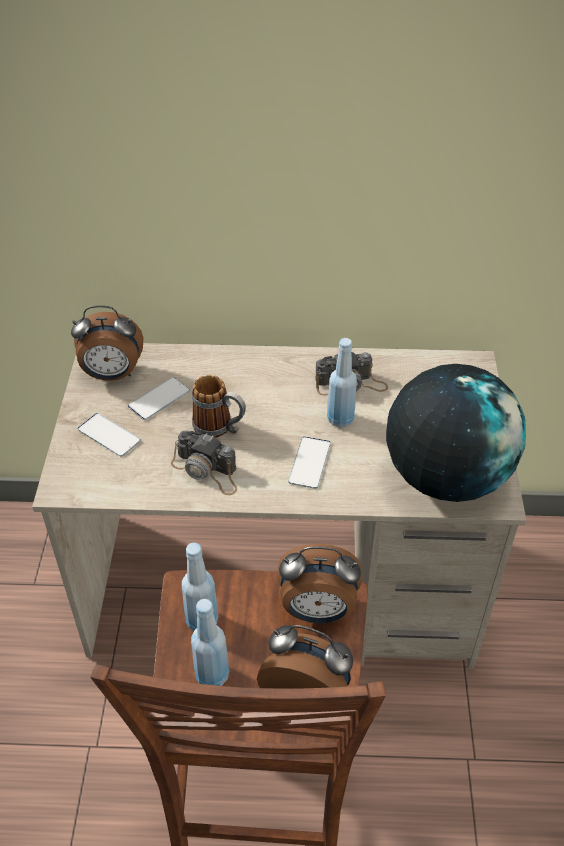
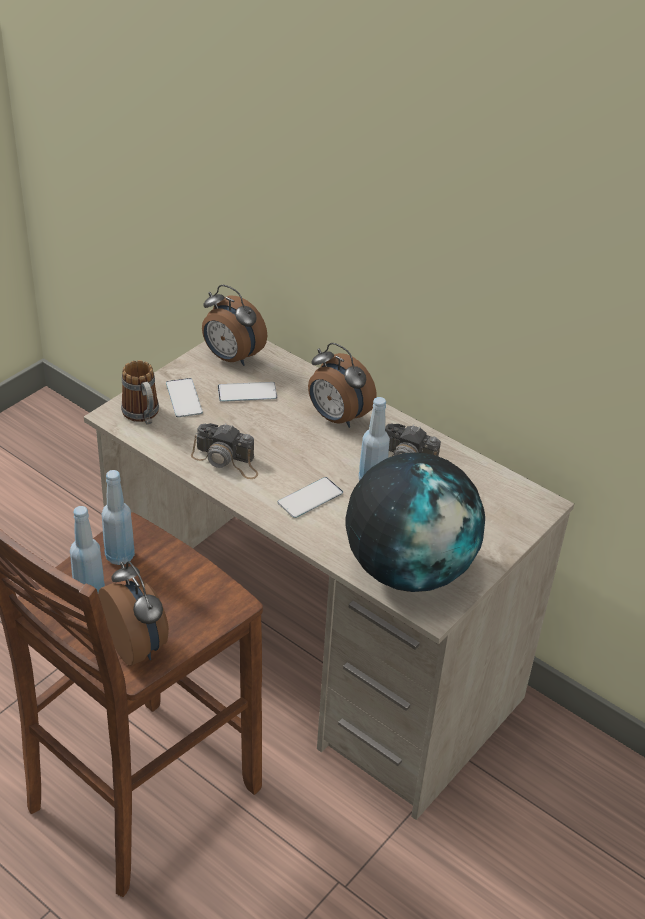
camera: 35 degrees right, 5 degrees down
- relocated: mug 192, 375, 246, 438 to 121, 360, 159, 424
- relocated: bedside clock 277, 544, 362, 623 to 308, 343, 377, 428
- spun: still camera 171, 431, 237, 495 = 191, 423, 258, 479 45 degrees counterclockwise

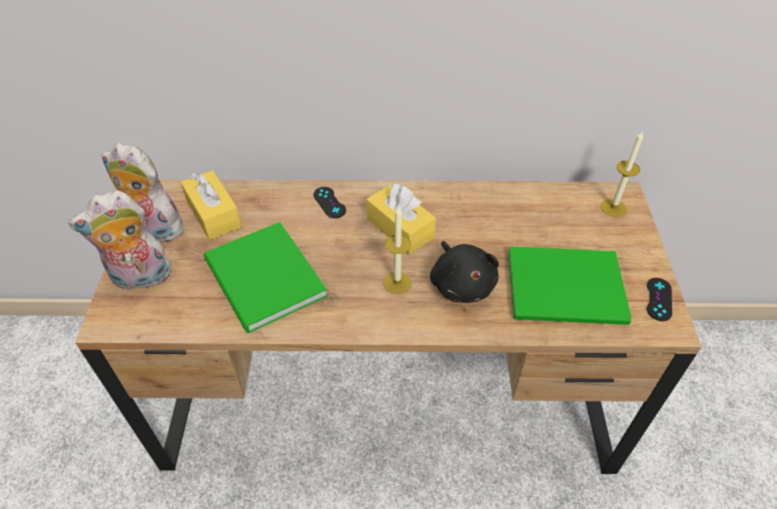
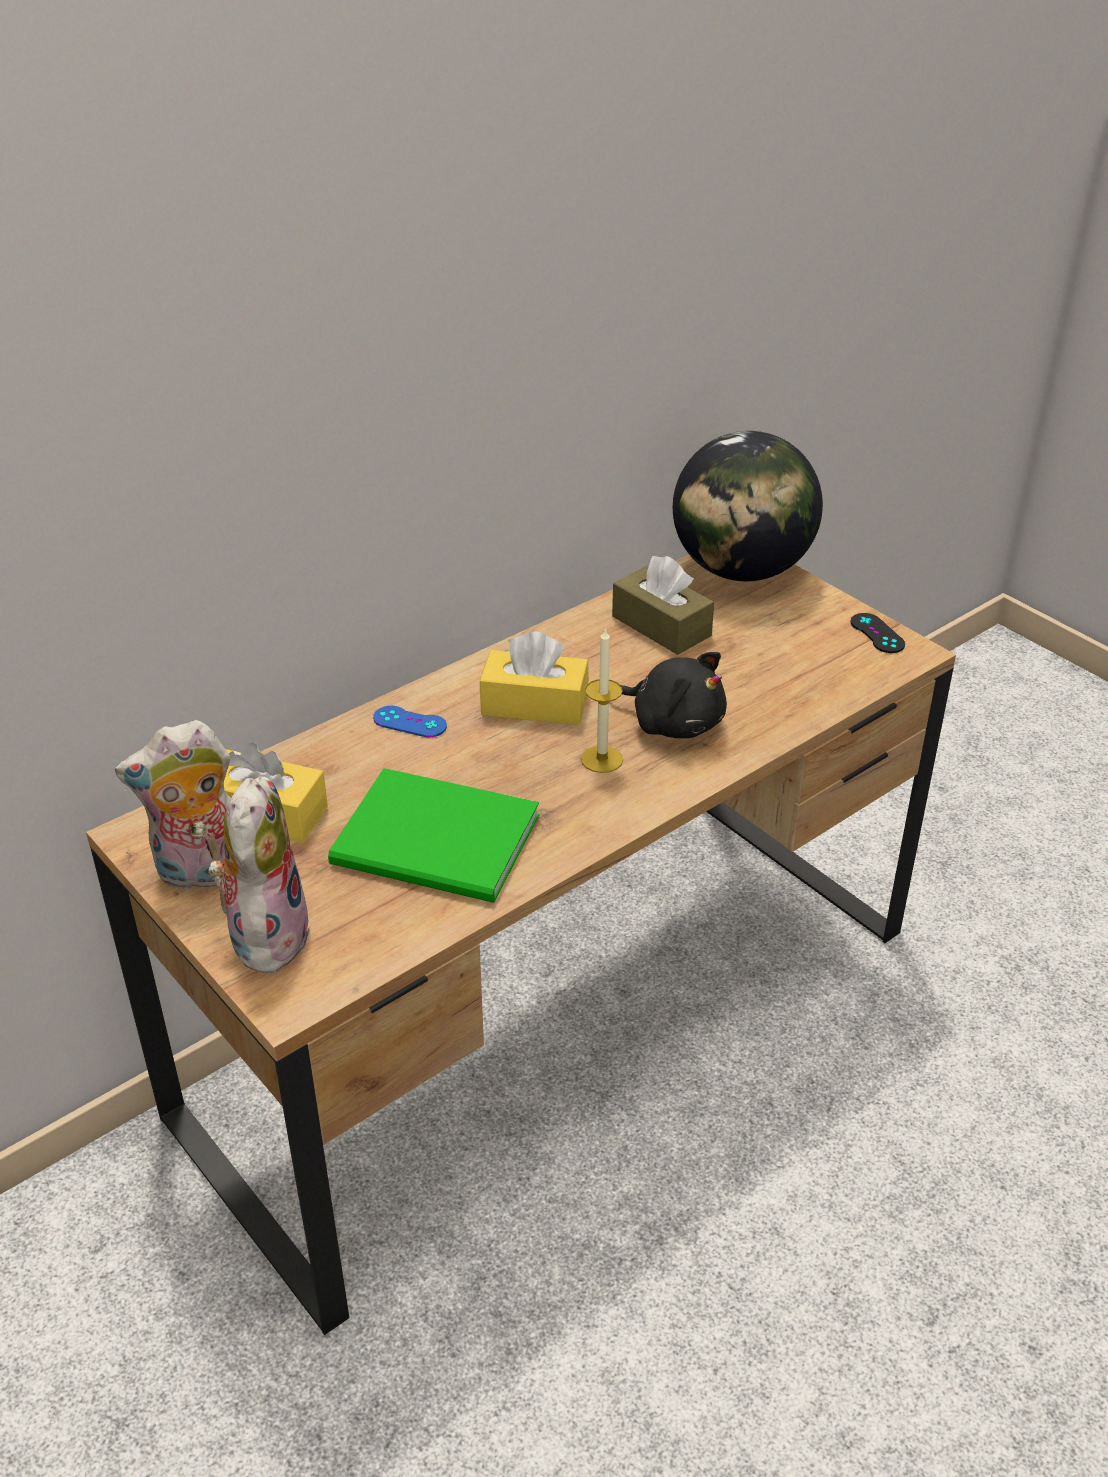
camera: 40 degrees left, 10 degrees down
- missing: greenish book 508, 246, 631, 325
- appeared: brownish tissue box 612, 556, 714, 655
- exchanged: wax candle 601, 130, 643, 217 to globe 673, 431, 823, 581
- colour: black joypad 313, 187, 346, 218 to blue joypad 373, 706, 447, 737
- spun: plush toy 68, 190, 172, 291 = 209, 777, 310, 976 150 degrees clockwise

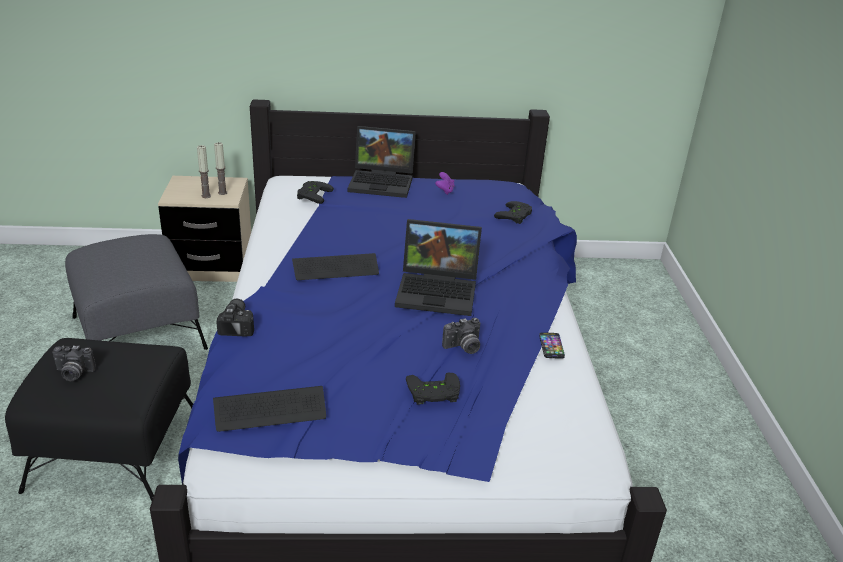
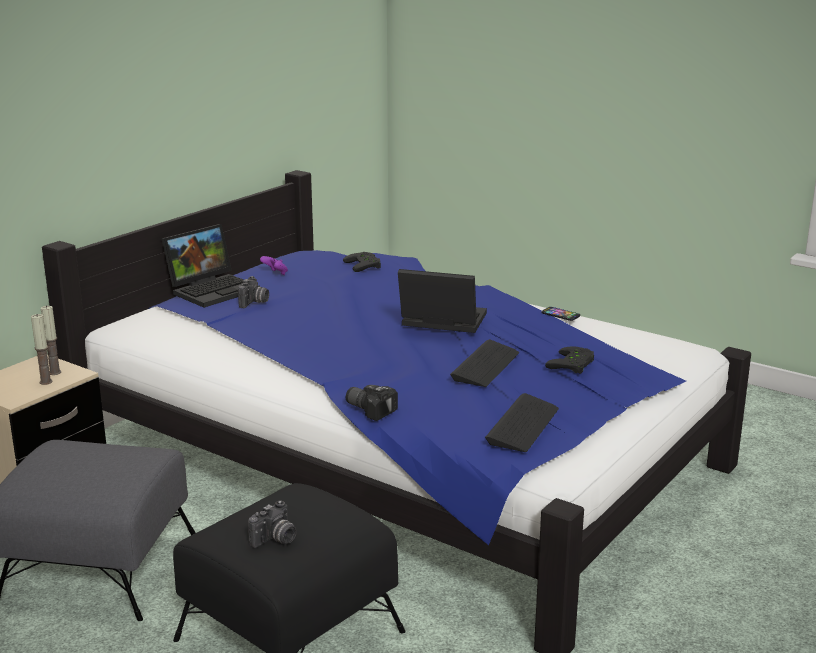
camera: 50 degrees left, 10 degrees down
- missing: black joypad 297, 181, 334, 204
- relocated: keyboard 292, 253, 379, 280 to 450, 339, 519, 387
- relocated: still camera 442, 318, 480, 354 to 238, 276, 269, 308
- spun: notebook computer 395, 219, 482, 316 = 398, 269, 487, 333 120 degrees counterclockwise

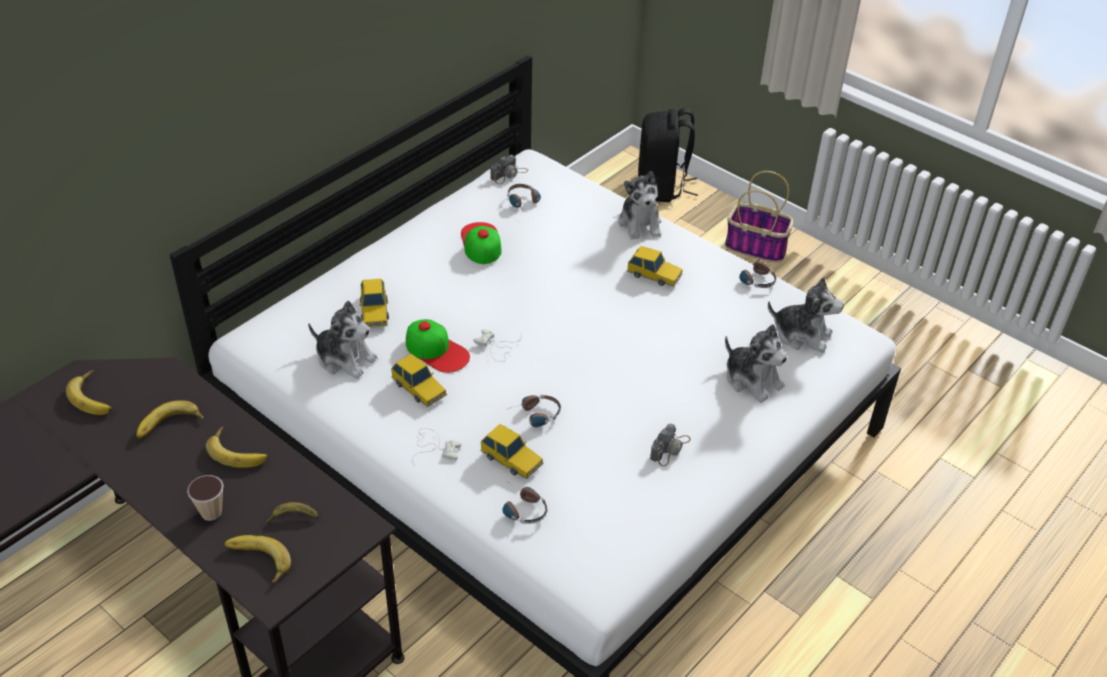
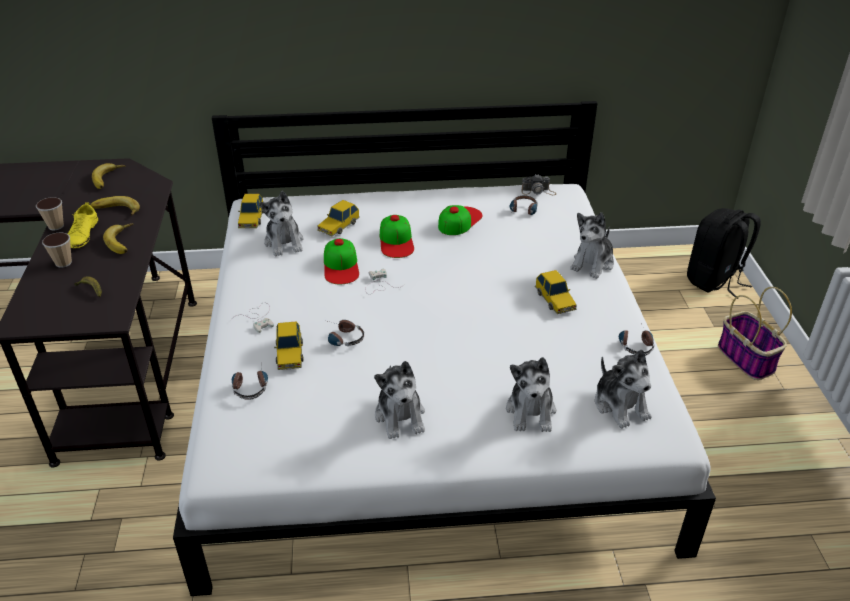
camera: 45 degrees right, 5 degrees down
- missing: whole banana 224, 535, 291, 584
- appeared: drinking cup 36, 197, 64, 230
- appeared: yellow low shoe 68, 202, 98, 248
- appeared: peaked cap 380, 215, 414, 258
- relocated: toy car 391, 354, 447, 407 to 238, 194, 264, 229
- exchanged: still camera 650, 423, 691, 466 to plush toy 374, 361, 425, 439

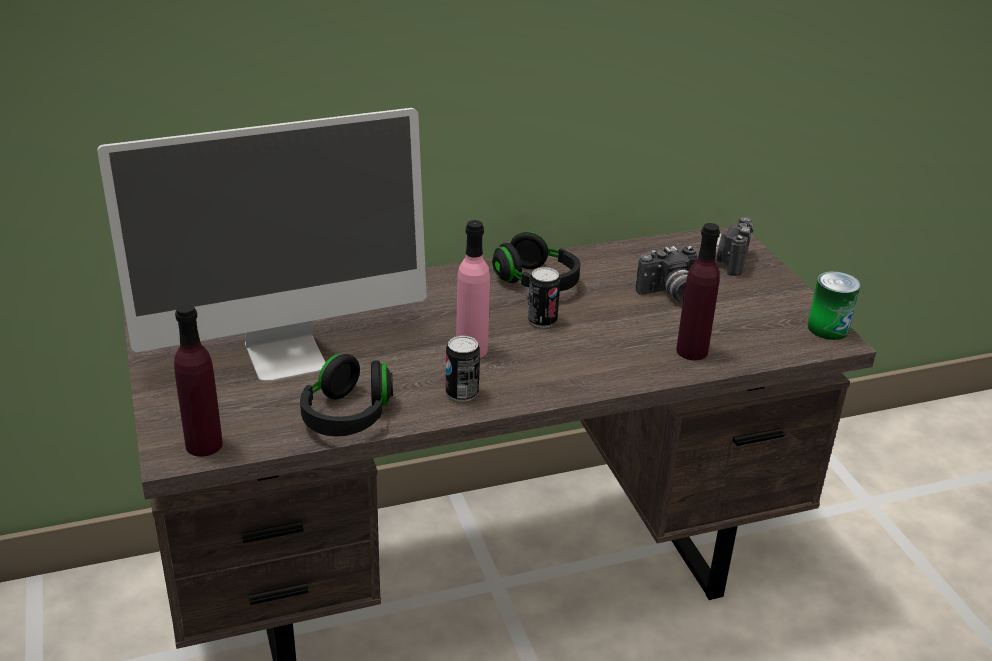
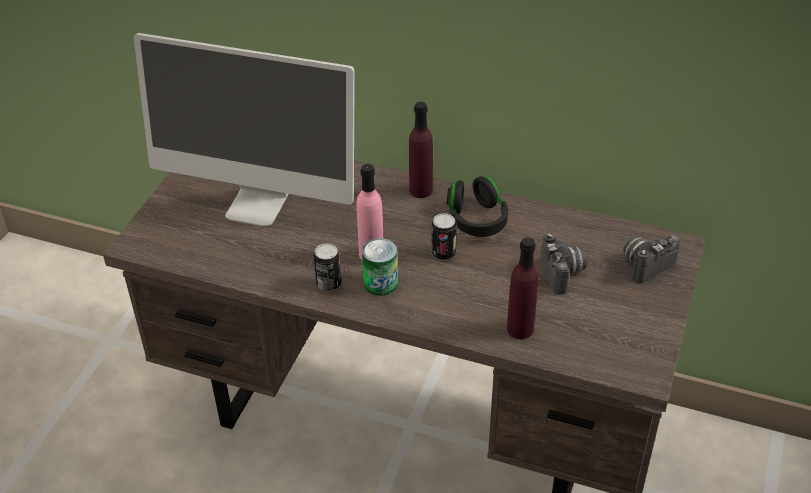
camera: 40 degrees right, 10 degrees up
- missing: black headphones 300, 354, 393, 437
- relocated: purple beverage bottle 174, 303, 223, 457 to 409, 102, 433, 198
- relocated: sealed can 808, 271, 860, 340 to 362, 238, 398, 296
- spun: still camera 636, 245, 698, 302 = 540, 233, 587, 295 120 degrees counterclockwise

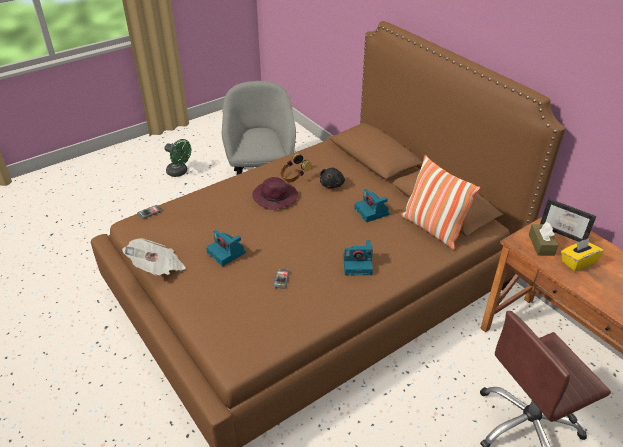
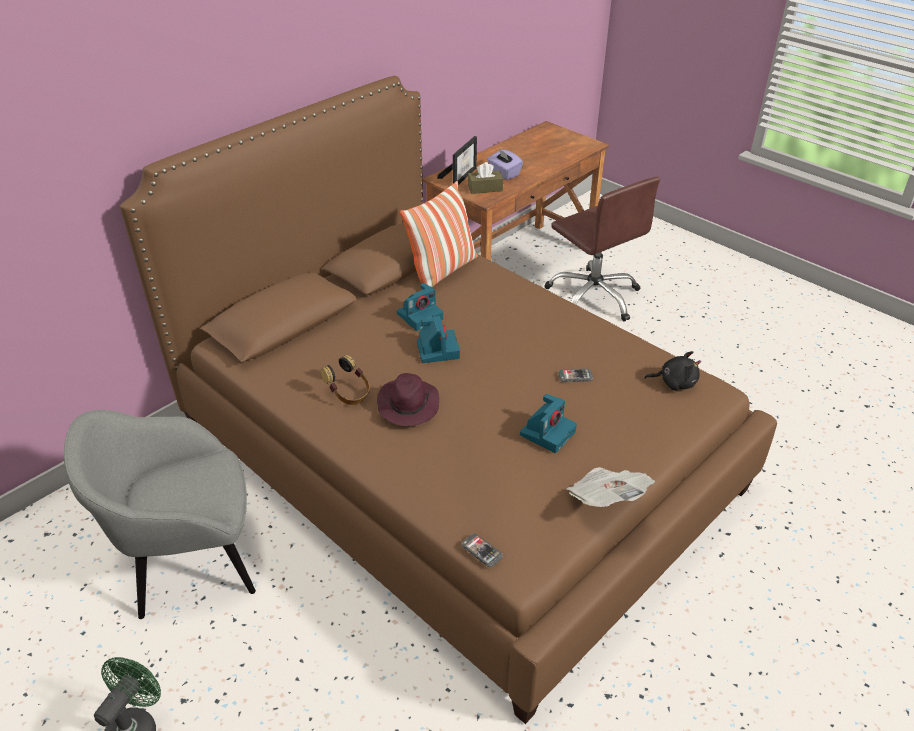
camera: 100 degrees left, 0 degrees up
- relocated: black plush toy 320, 168, 345, 188 to 644, 351, 701, 391
- relocated: still camera 343, 240, 373, 275 to 417, 316, 460, 363
- colour: yellow tissue box 561, 238, 603, 271 to purple tissue box 487, 149, 523, 180

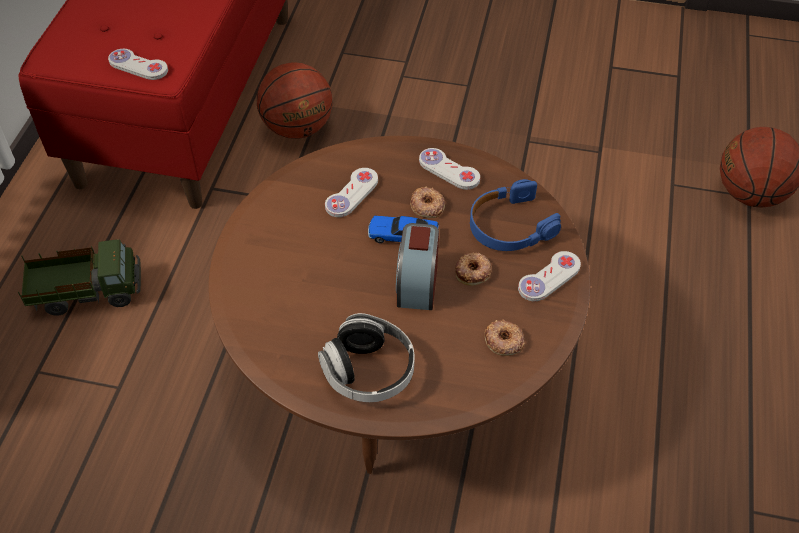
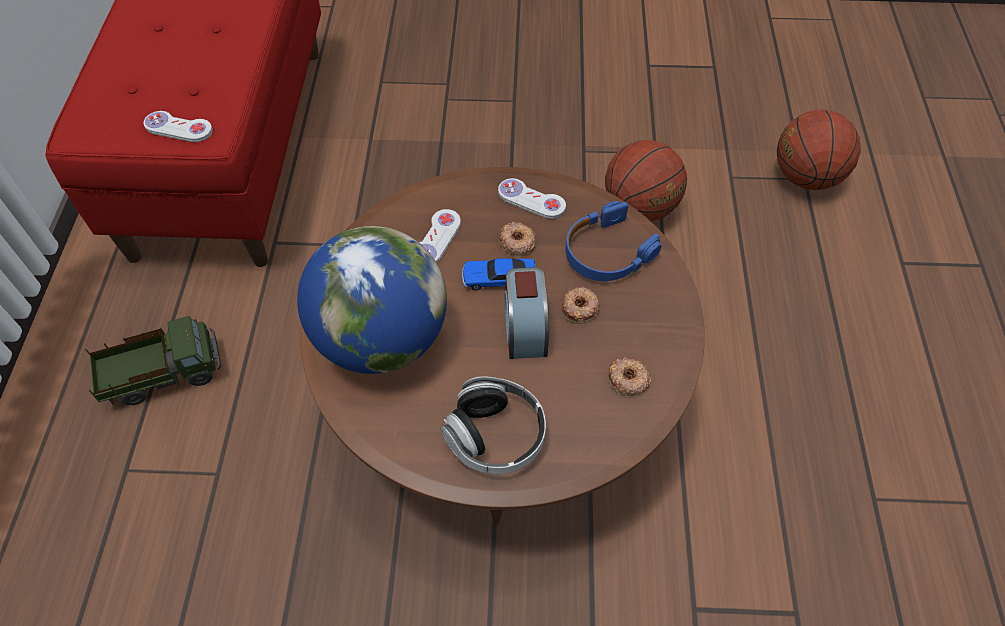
camera: 10 degrees left, 5 degrees up
- missing: white-coloured joypad 518, 251, 581, 301
- appeared: globe 297, 226, 447, 374
- relocated: basketball ball 257, 62, 332, 139 to 605, 140, 687, 221

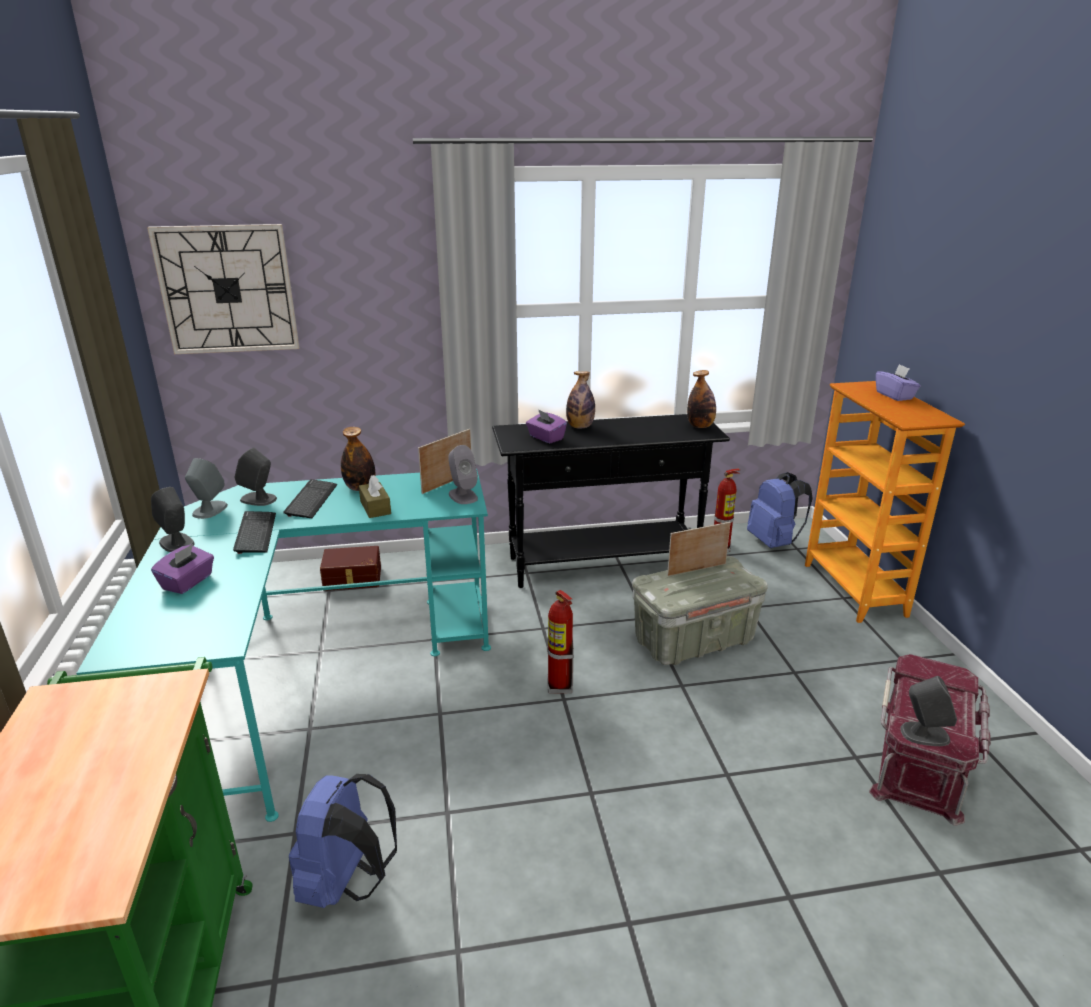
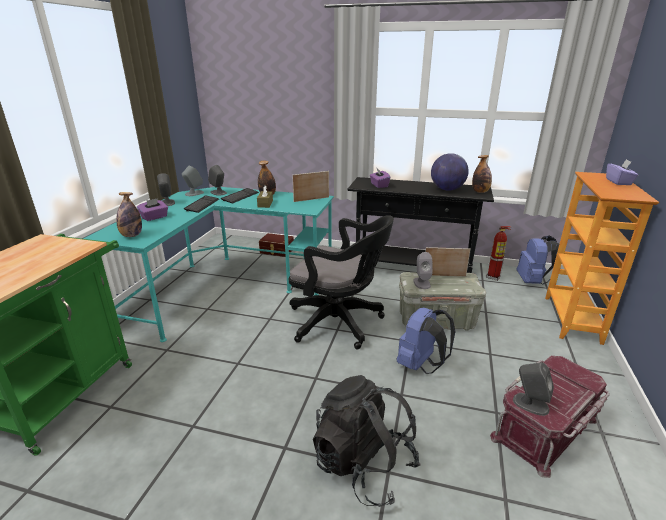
camera: 25 degrees right, 0 degrees up
- missing: hanging clock 147, 224, 300, 354
- appeared: black rucksack 313, 375, 421, 507
- appeared: globe 431, 153, 469, 191
- relocated: blue rucksack 289, 774, 397, 908 to 397, 308, 455, 374
- relocated: grey speaker 448, 445, 478, 504 to 413, 252, 433, 289
- relocated: beverage bottle 566, 371, 595, 429 to 116, 192, 142, 237
- exchanged: fire extinguisher 547, 590, 574, 693 to black desk chair 289, 215, 394, 349

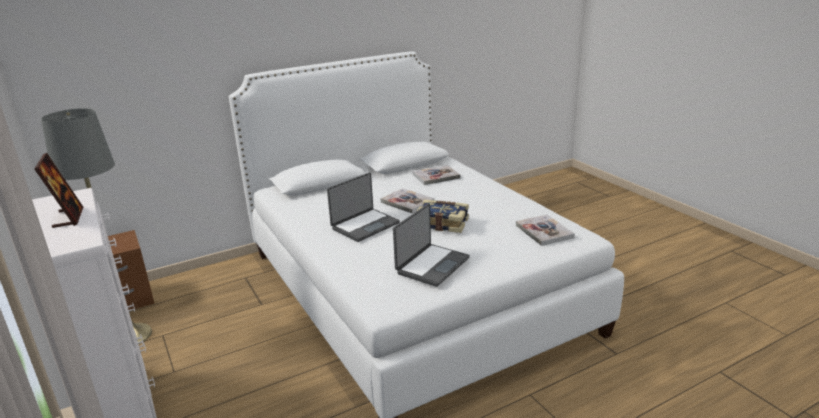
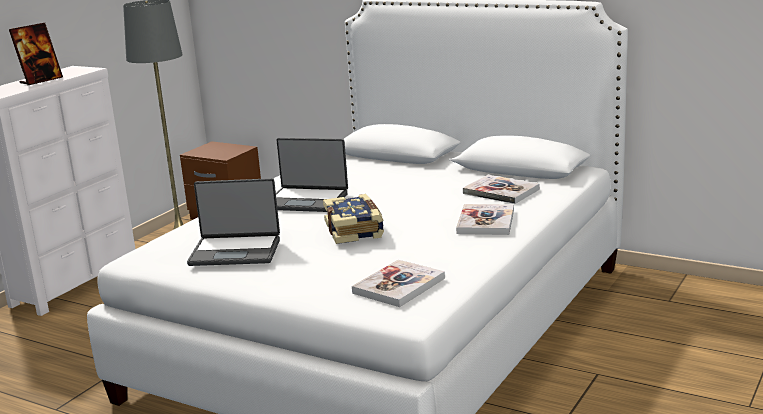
camera: 60 degrees right, 5 degrees down
- relocated: book 380, 188, 435, 214 to 456, 204, 514, 235

